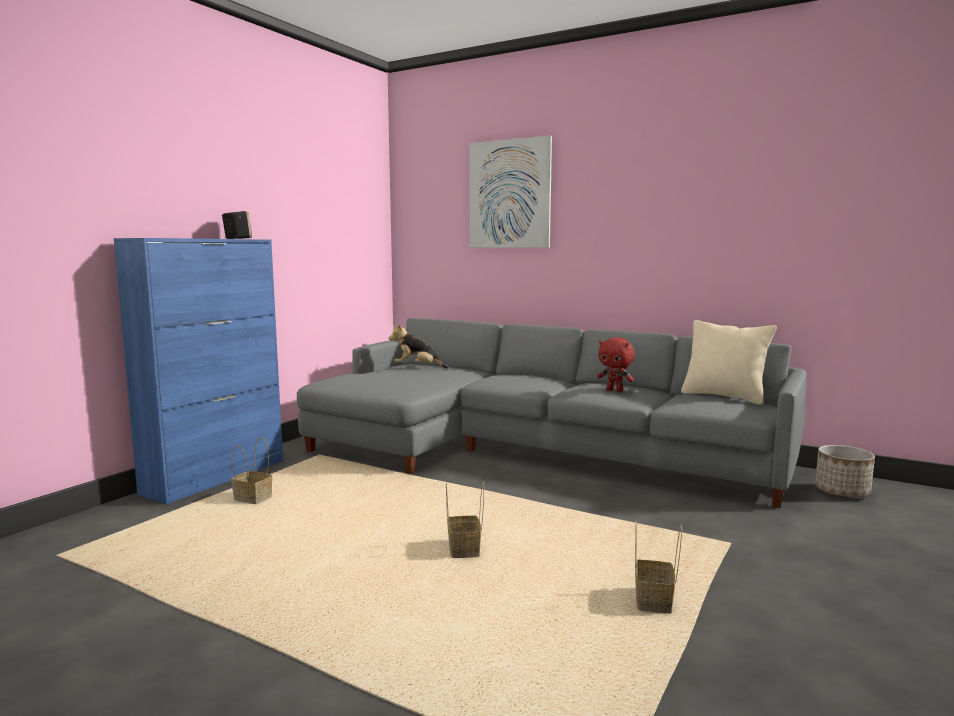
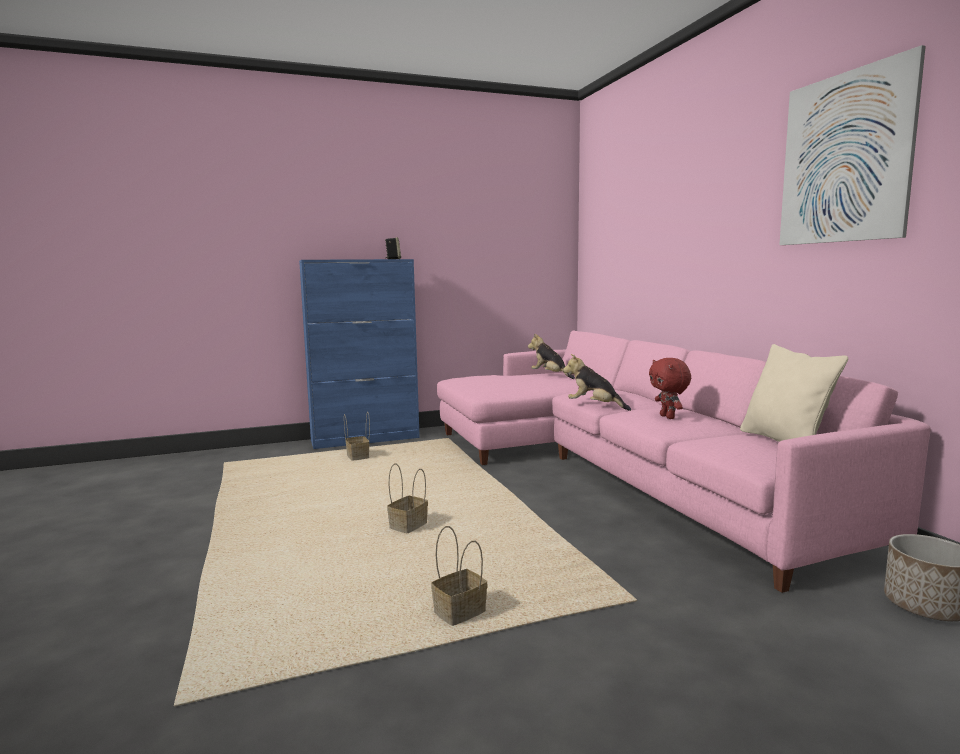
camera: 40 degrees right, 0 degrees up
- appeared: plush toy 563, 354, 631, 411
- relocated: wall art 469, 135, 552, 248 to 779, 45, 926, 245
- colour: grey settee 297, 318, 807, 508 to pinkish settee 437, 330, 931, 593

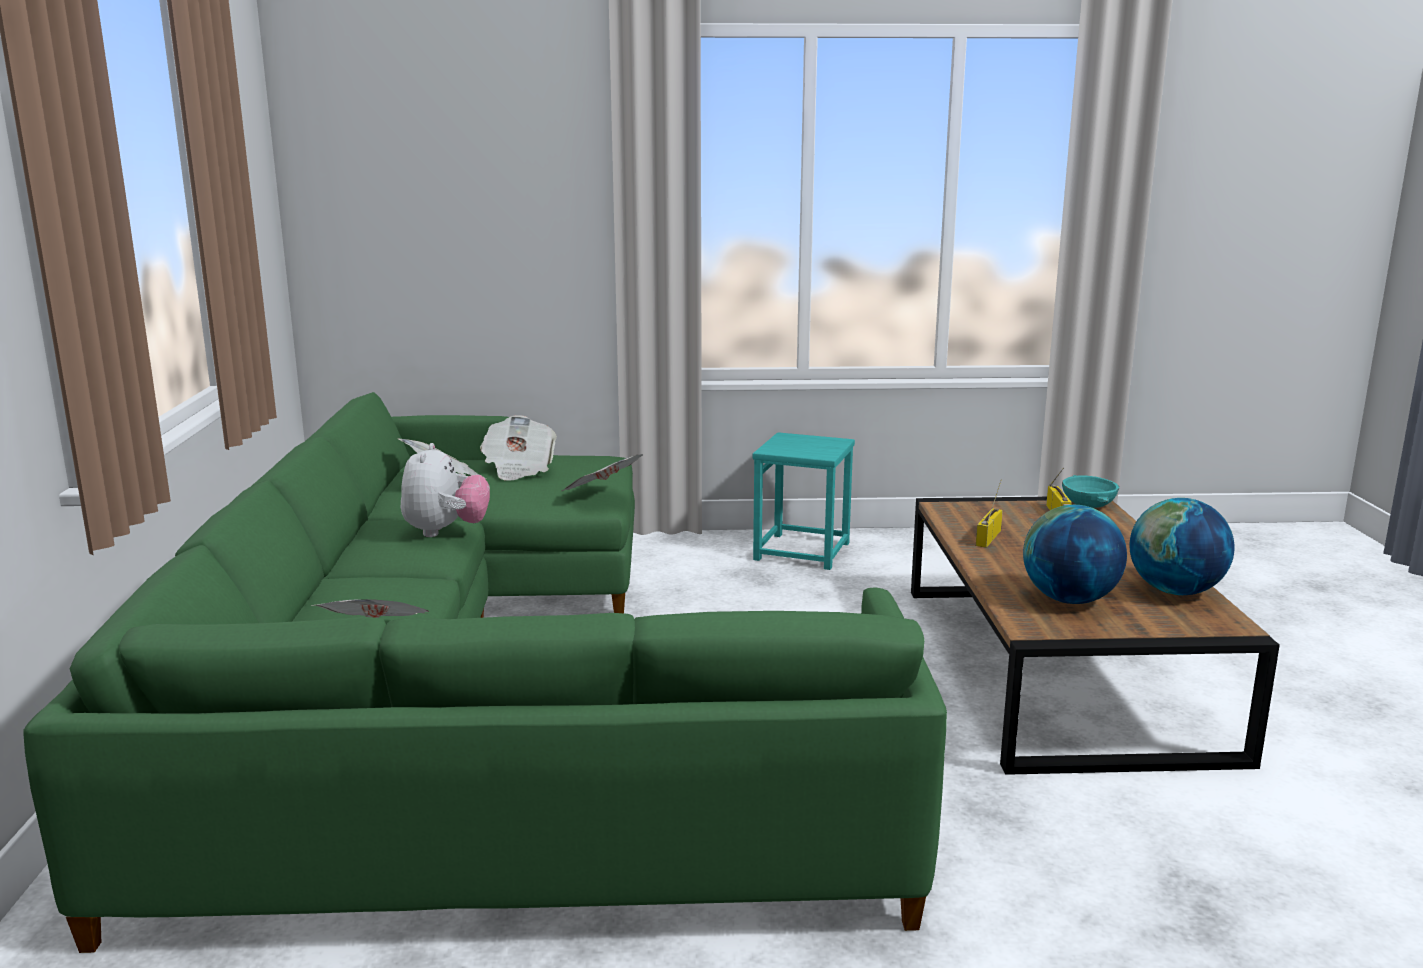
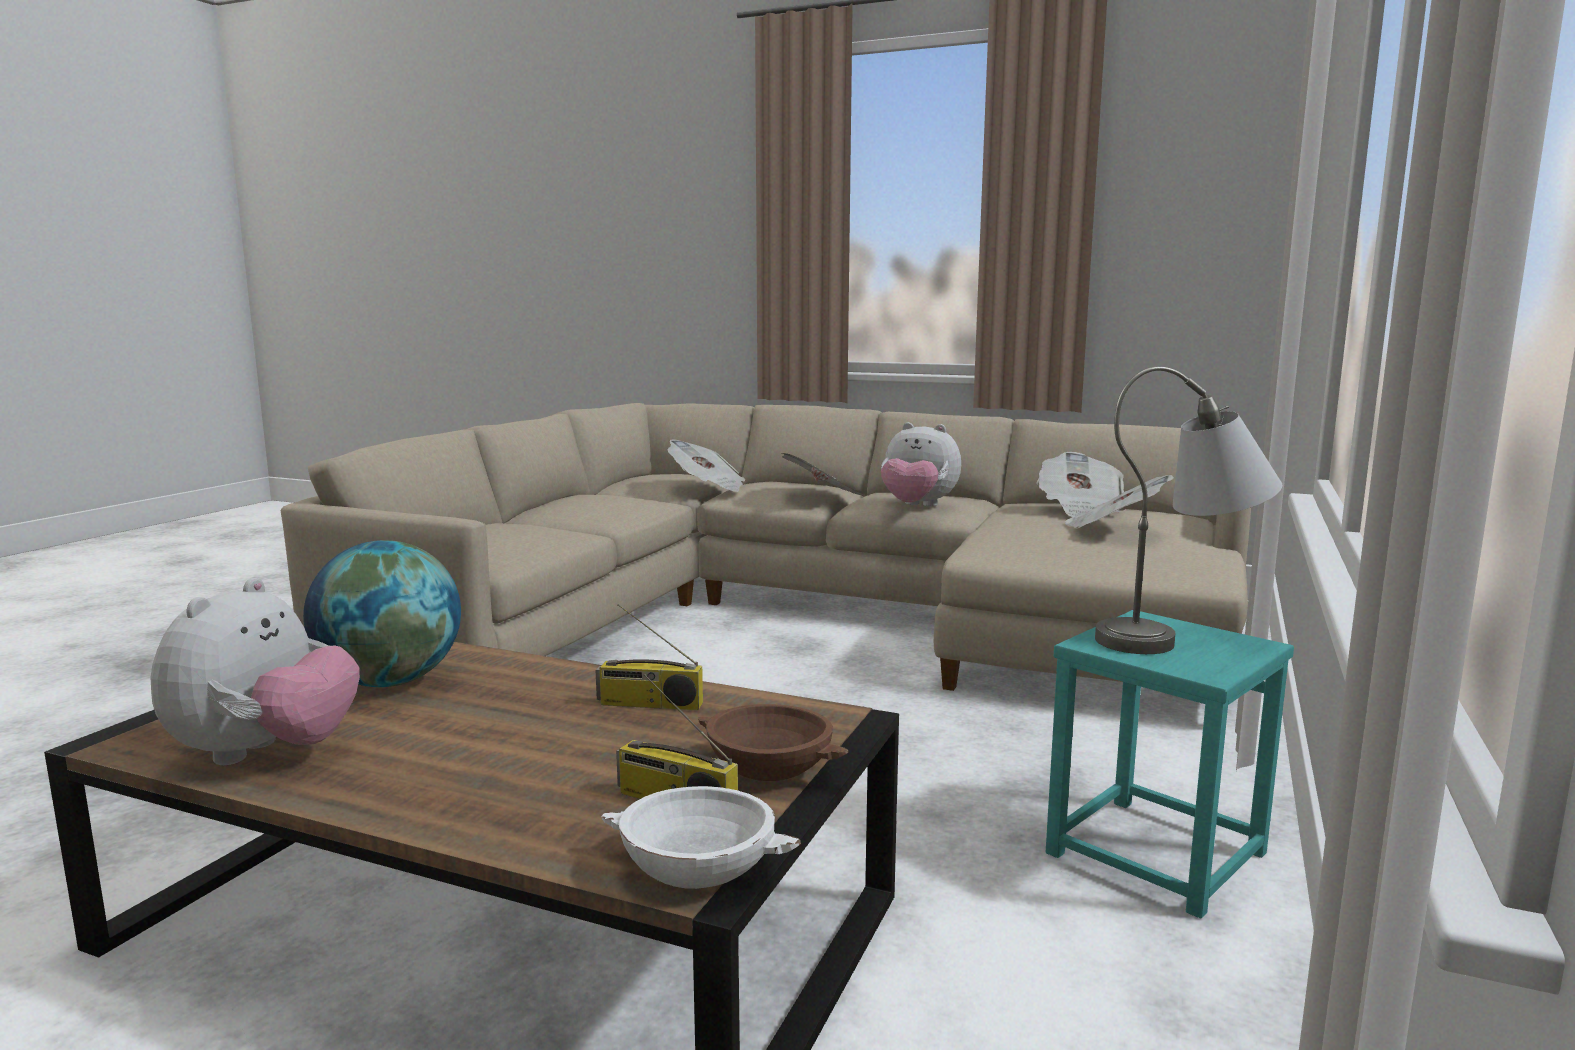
camera: 115 degrees right, 5 degrees down
- appeared: brownish serving bowl 698, 704, 848, 781
- appeared: grey table lamp 1095, 366, 1282, 654
- relocated: daily paper 561, 454, 643, 491 to 782, 453, 865, 496
- exchanged: globe 1129, 498, 1235, 595 to plush toy 151, 578, 360, 765
- colour: greenish settee 23, 392, 947, 953 to sand-coloured settee 280, 403, 1251, 691
- colour: turquoise-coloured serving bowl 1062, 475, 1119, 508 to white-coloured serving bowl 601, 786, 801, 889
- spun: radio receiver 976, 480, 1003, 548 = 596, 604, 703, 710 135 degrees clockwise

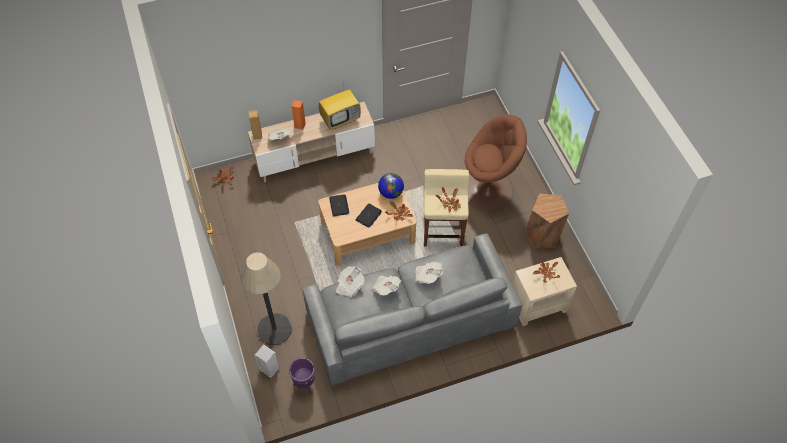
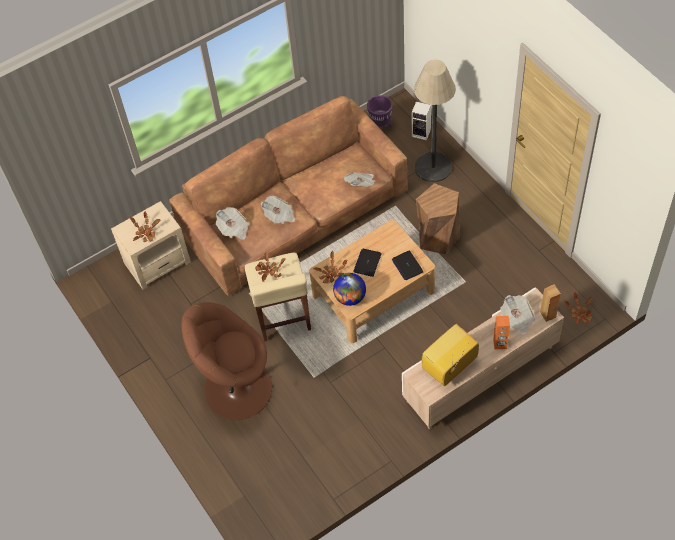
camera: 170 degrees right, 0 degrees up
- relocated: daily paper 372, 276, 401, 295 to 215, 207, 249, 240
- relocated: brownish stool seat 525, 193, 569, 248 to 416, 183, 460, 255
- colour: grey settee 303, 234, 522, 386 to brownish settee 169, 96, 408, 296

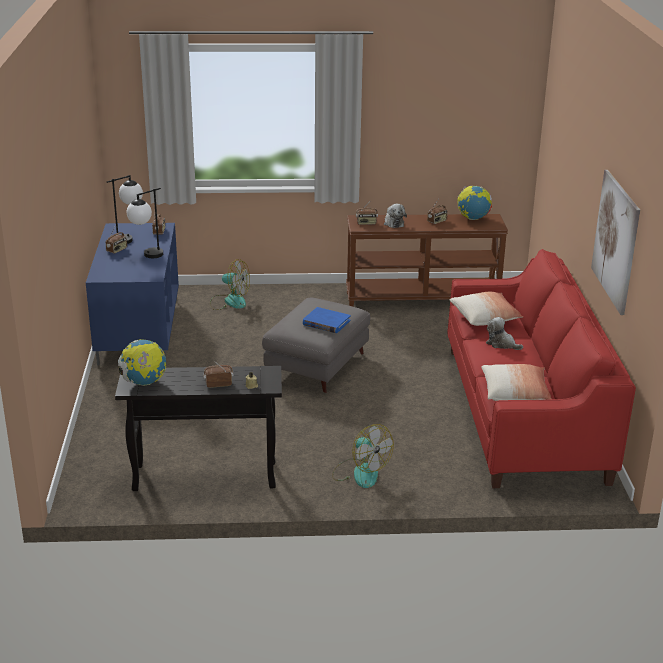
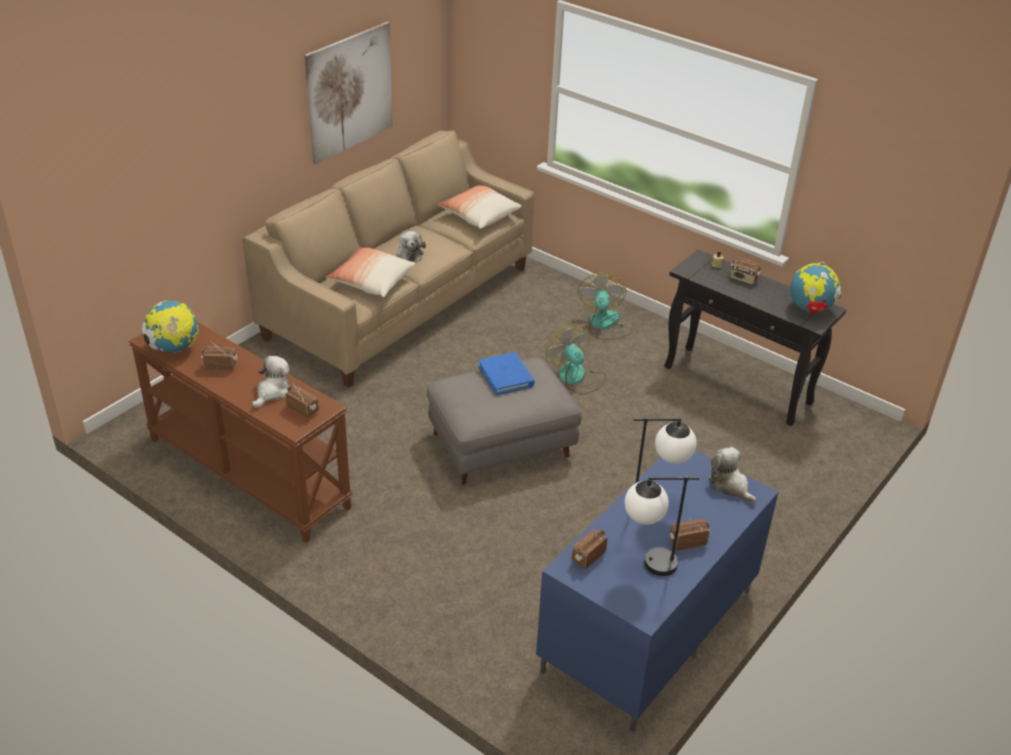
camera: 140 degrees left, 10 degrees up
- appeared: plush toy 708, 447, 756, 504
- relocated: fan 210, 259, 250, 310 to 545, 325, 607, 395
- colour: reddish settee 447, 249, 636, 488 to sand-coloured settee 242, 130, 534, 387

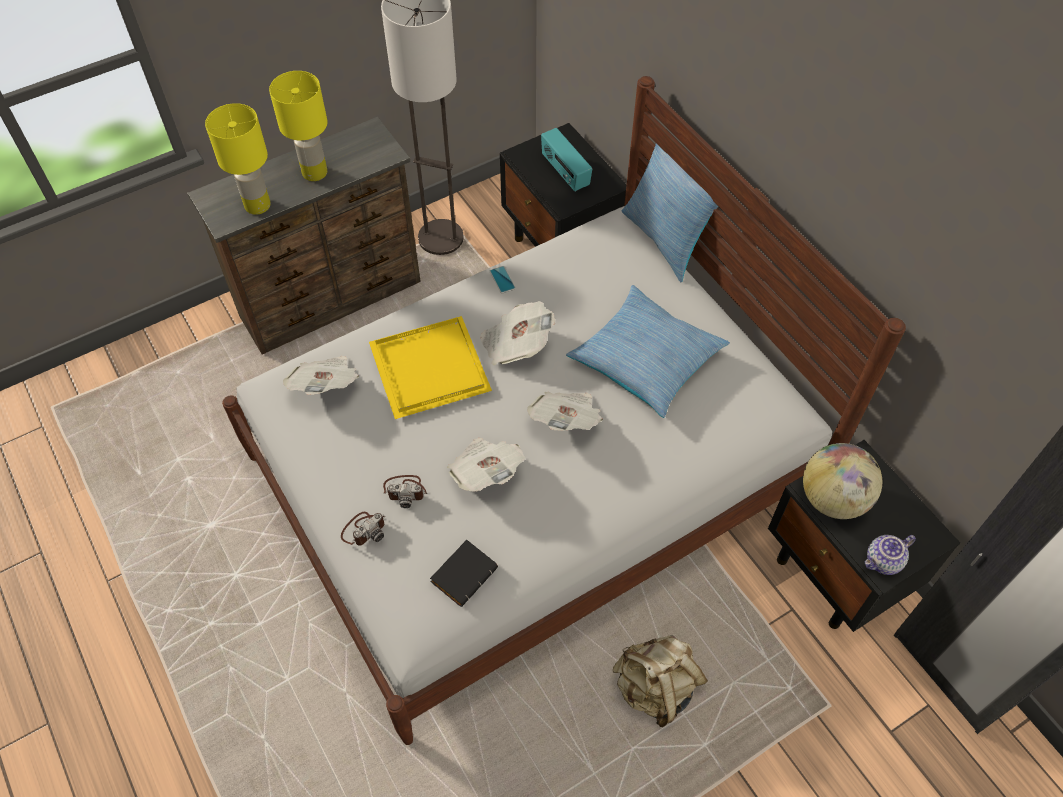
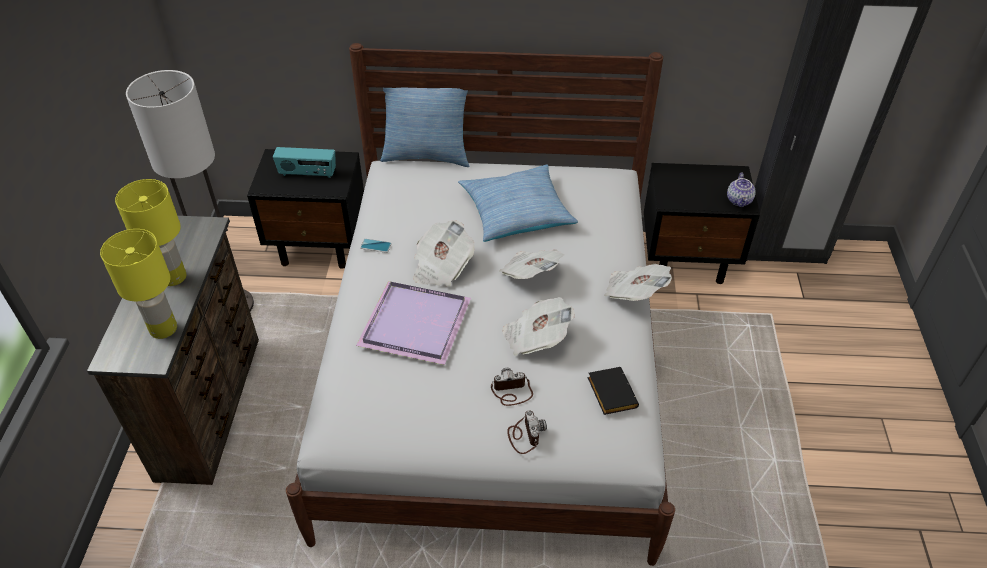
camera: 55 degrees left, 10 degrees down
- missing: sand-coloured rucksack 613, 635, 708, 727
- missing: globe 803, 443, 882, 519
- relocated: daily paper 283, 356, 359, 395 to 604, 264, 672, 301
- colour: yellow carrying tray 369, 316, 492, 419 to purple carrying tray 356, 281, 471, 365
- spun: still camera 383, 475, 427, 508 = 491, 368, 533, 406 135 degrees counterclockwise

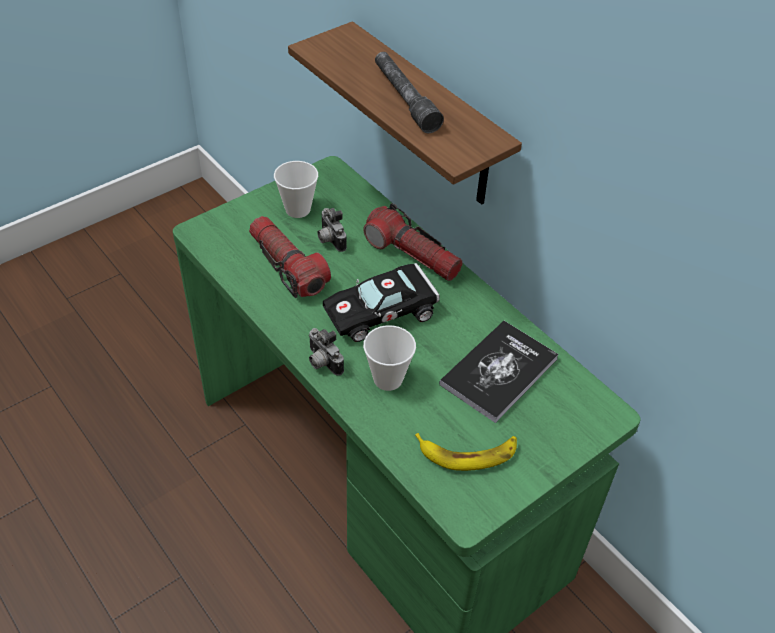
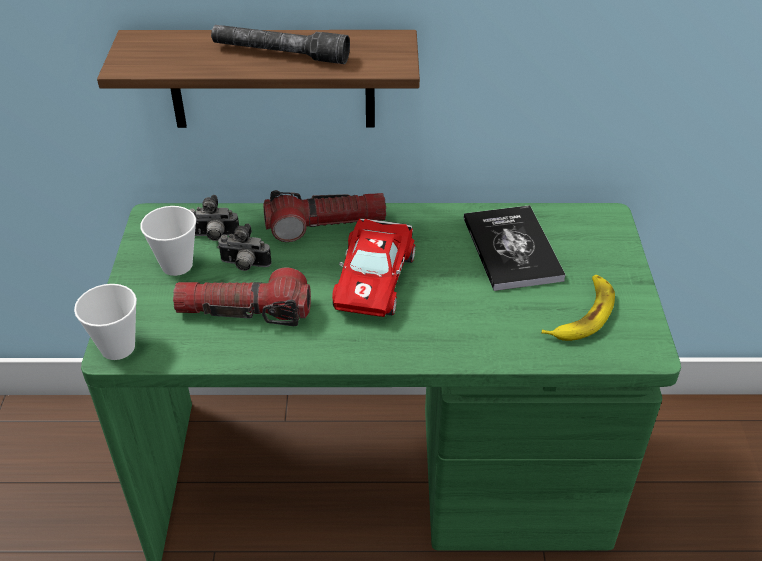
camera: 50 degrees left, 5 degrees down
- relocated: still camera 309, 328, 344, 376 to 189, 195, 239, 241
- relocated: drinking cup 363, 325, 416, 391 to 74, 284, 137, 360
- colour: black toy car 323, 263, 440, 342 to reddish toy car 332, 218, 415, 317

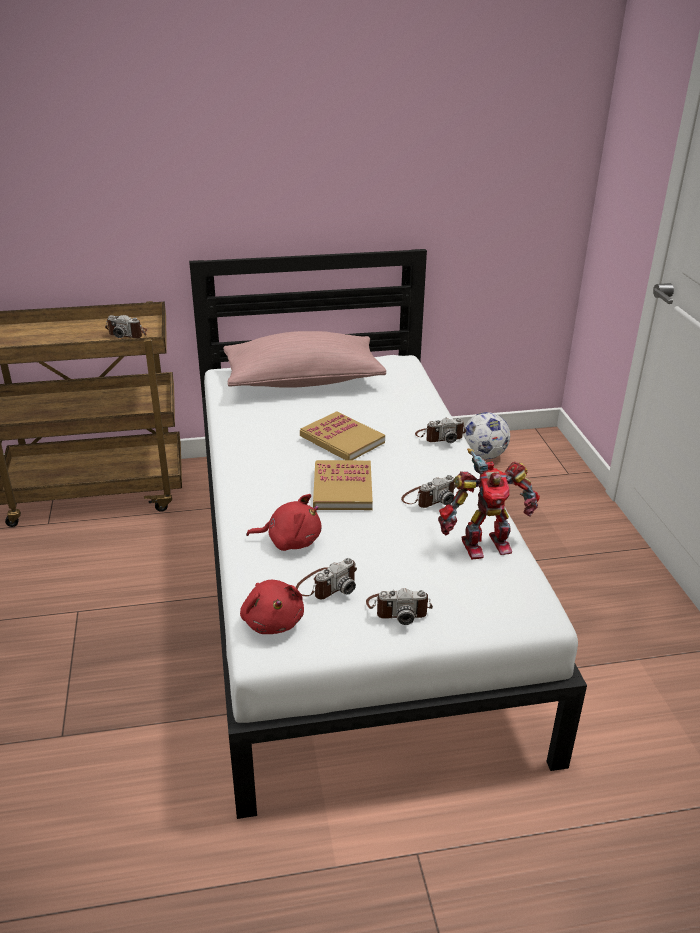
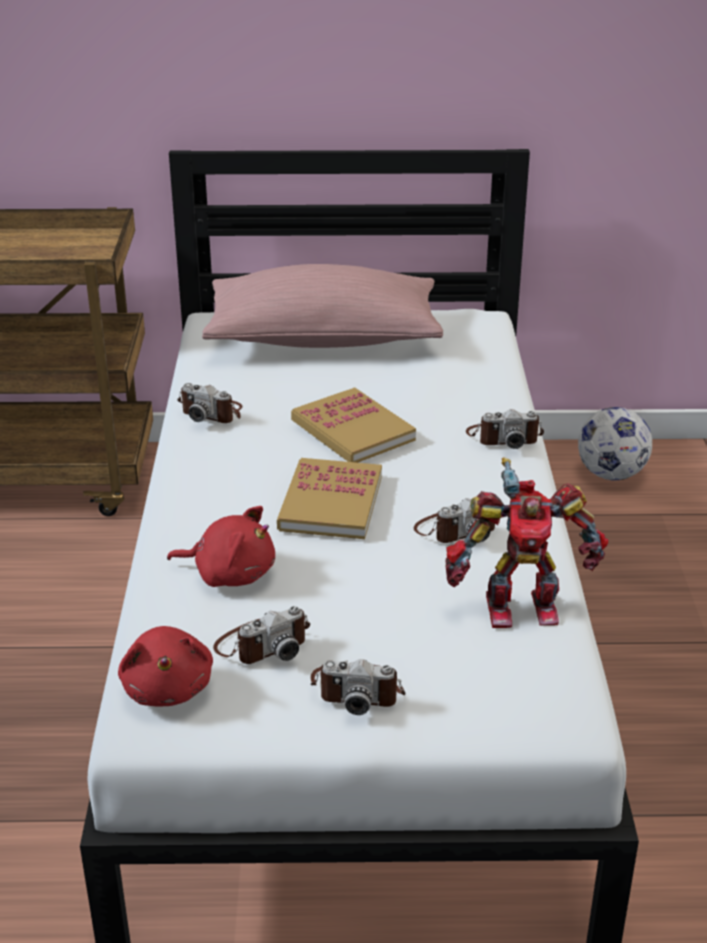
camera: 10 degrees right, 0 degrees up
- relocated: still camera 105, 315, 147, 338 to 177, 383, 242, 423

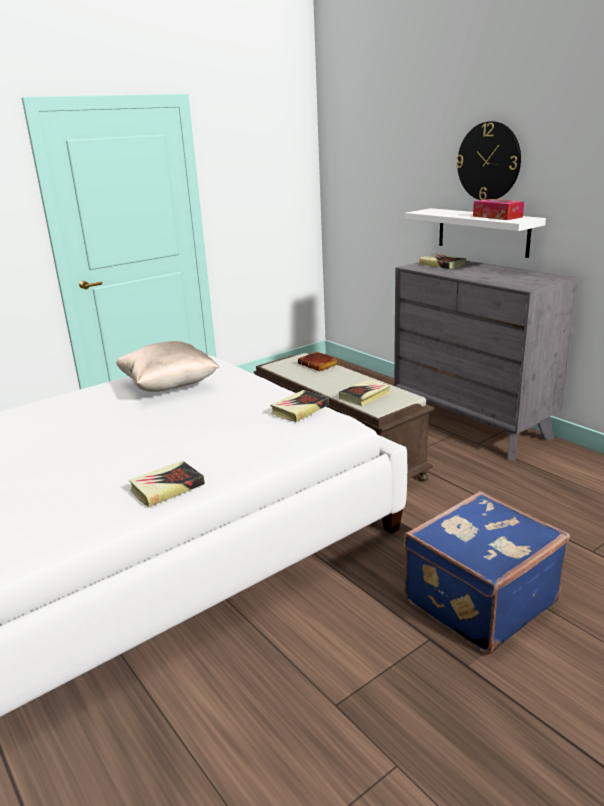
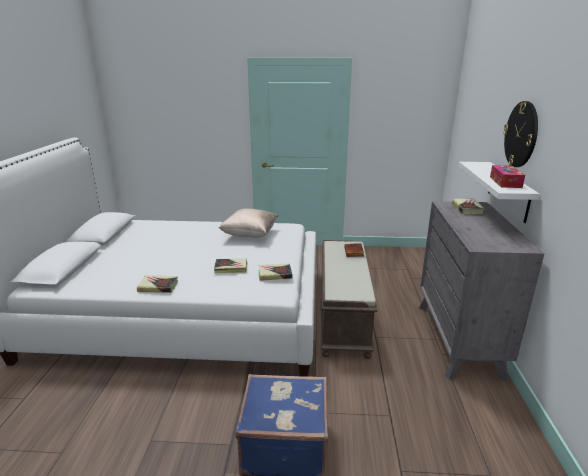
camera: 40 degrees right, 0 degrees up
- relocated: book 339, 379, 391, 406 to 214, 258, 247, 273

